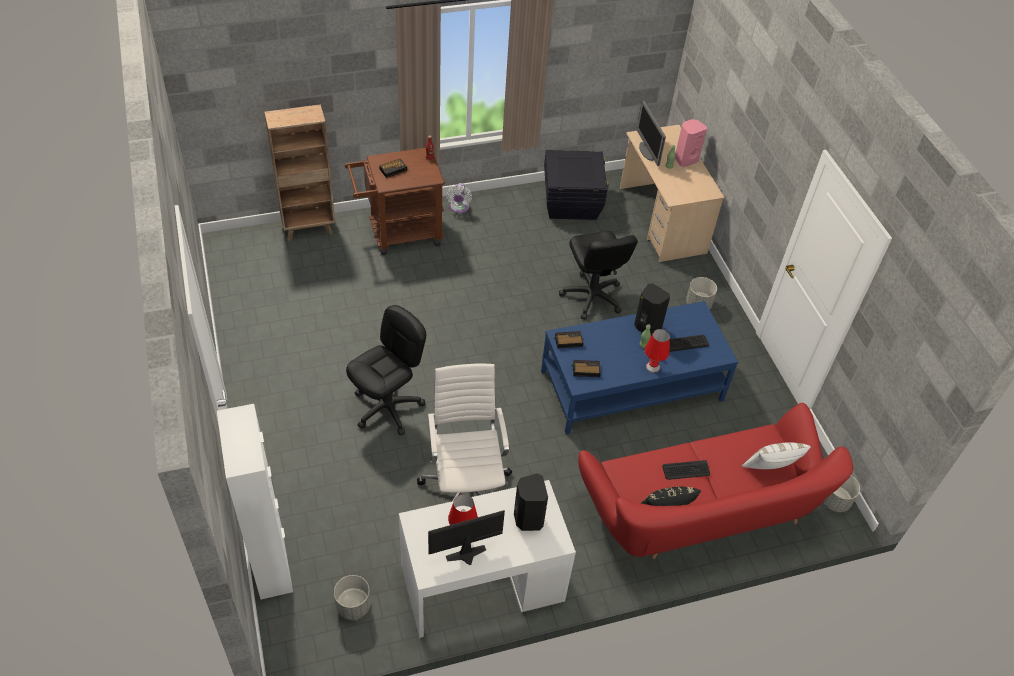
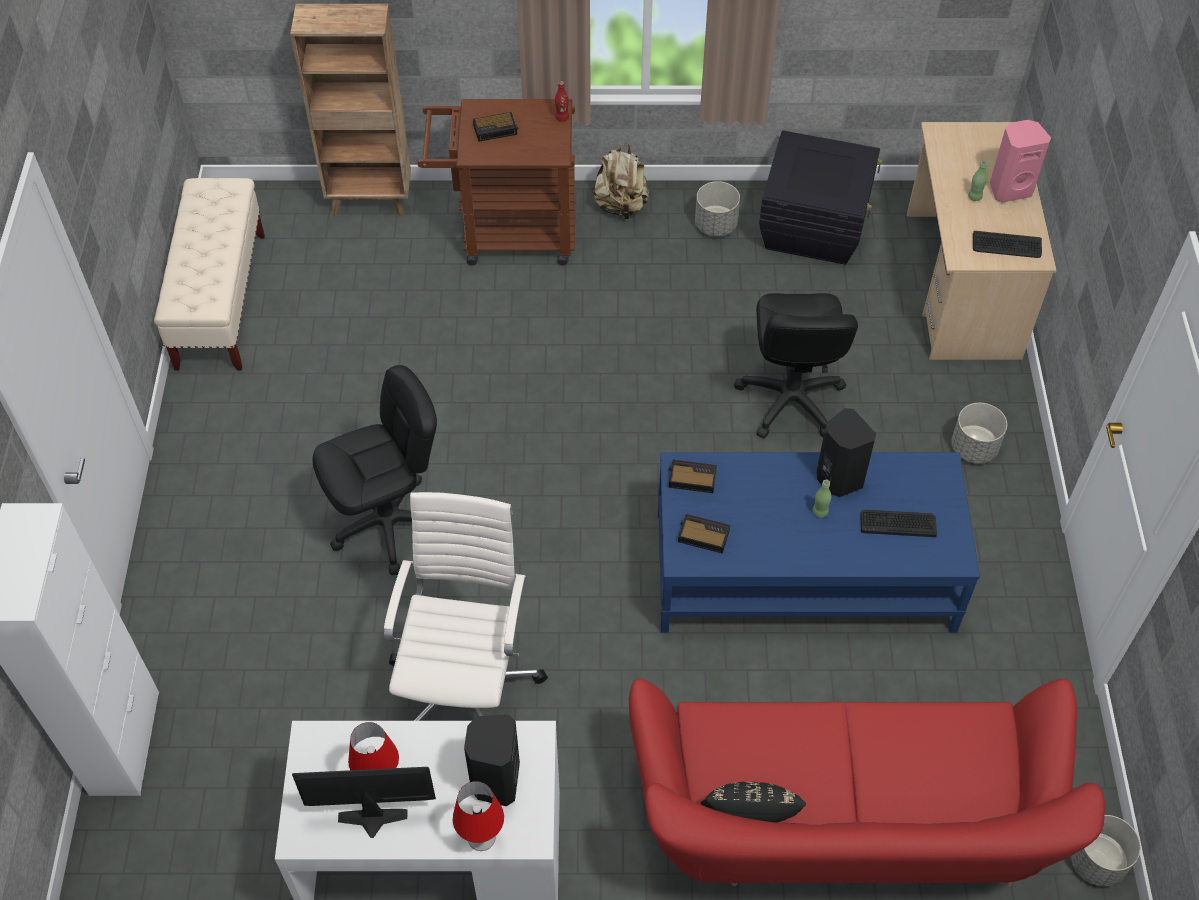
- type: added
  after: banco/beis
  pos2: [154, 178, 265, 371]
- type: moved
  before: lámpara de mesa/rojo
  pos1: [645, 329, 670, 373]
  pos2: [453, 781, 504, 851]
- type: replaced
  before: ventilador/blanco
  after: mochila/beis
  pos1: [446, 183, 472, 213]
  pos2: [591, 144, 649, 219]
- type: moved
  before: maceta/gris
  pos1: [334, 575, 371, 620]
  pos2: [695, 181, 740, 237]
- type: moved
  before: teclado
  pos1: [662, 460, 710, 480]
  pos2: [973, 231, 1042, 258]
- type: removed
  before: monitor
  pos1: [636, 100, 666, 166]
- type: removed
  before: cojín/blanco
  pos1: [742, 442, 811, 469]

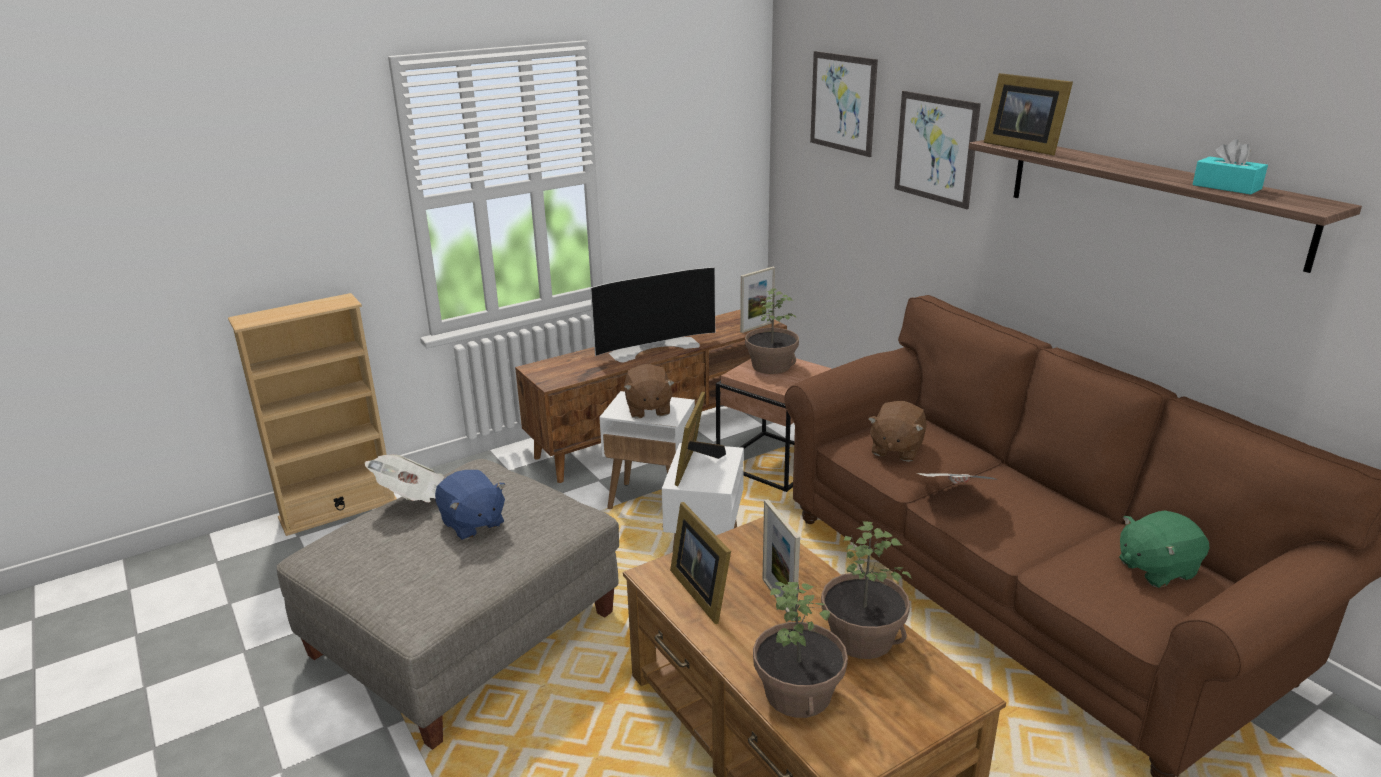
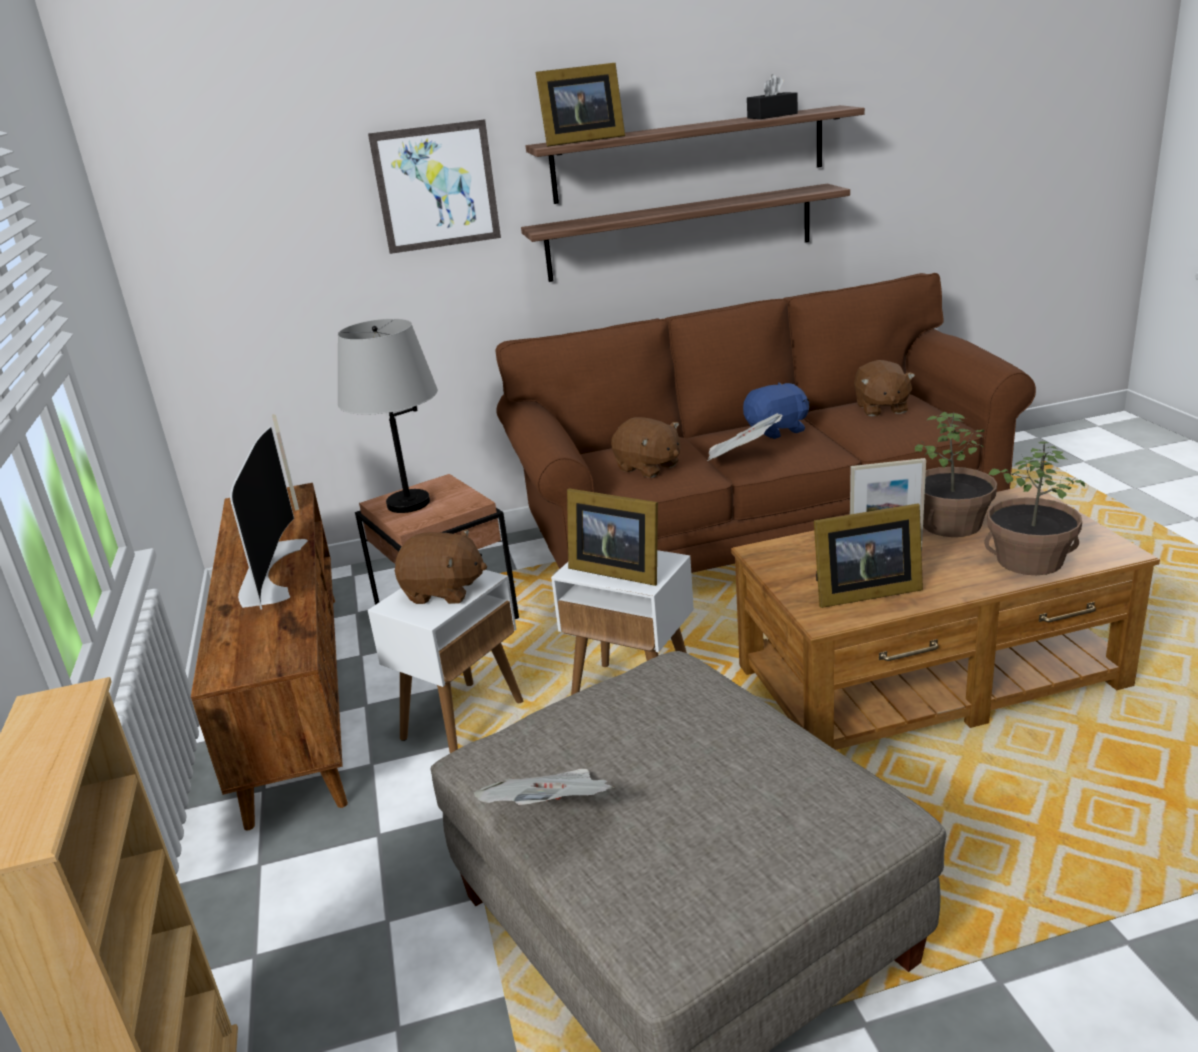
- type: replaced
  before: planta en maceta
  after: lámpara de mesa/gris
  pos1: [745, 288, 799, 374]
  pos2: [338, 319, 438, 513]
- type: added
  after: estante
  pos2: [521, 184, 850, 282]
- type: moved
  before: peluche/azul
  pos1: [435, 470, 506, 540]
  pos2: [743, 382, 809, 439]
- type: recoloured
  before: caja de pañuelos/turquesa
  after: caja de pañuelos/negro
  pos1: [1192, 139, 1268, 195]
  pos2: [747, 74, 798, 119]
- type: recoloured
  before: peluche/verde
  after: peluche/marrón
  pos1: [1119, 511, 1209, 588]
  pos2: [854, 360, 915, 417]
- type: removed
  before: cuadro
  pos1: [810, 51, 878, 157]

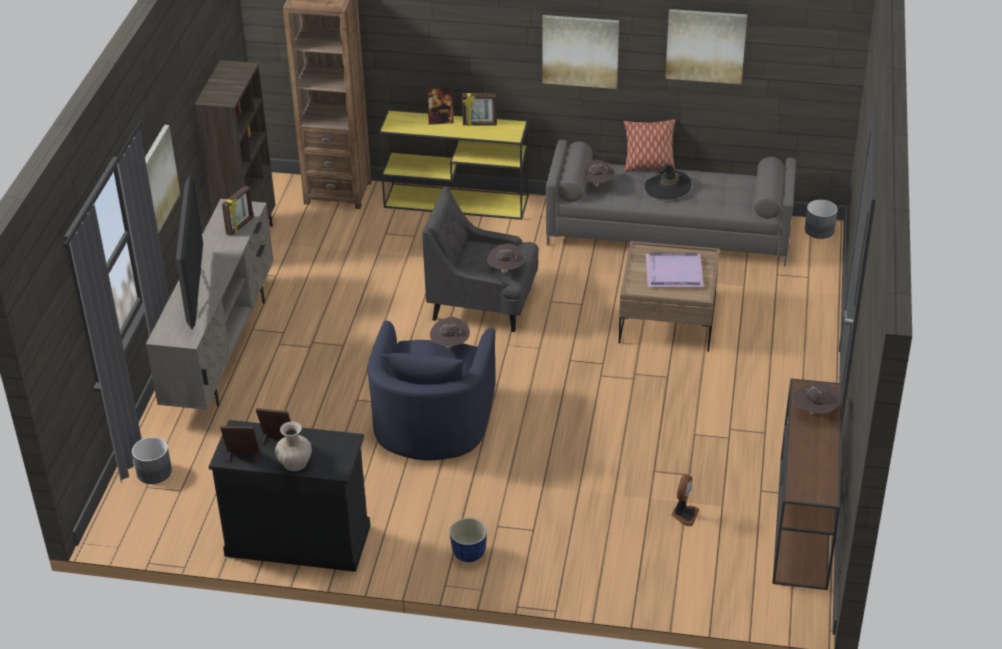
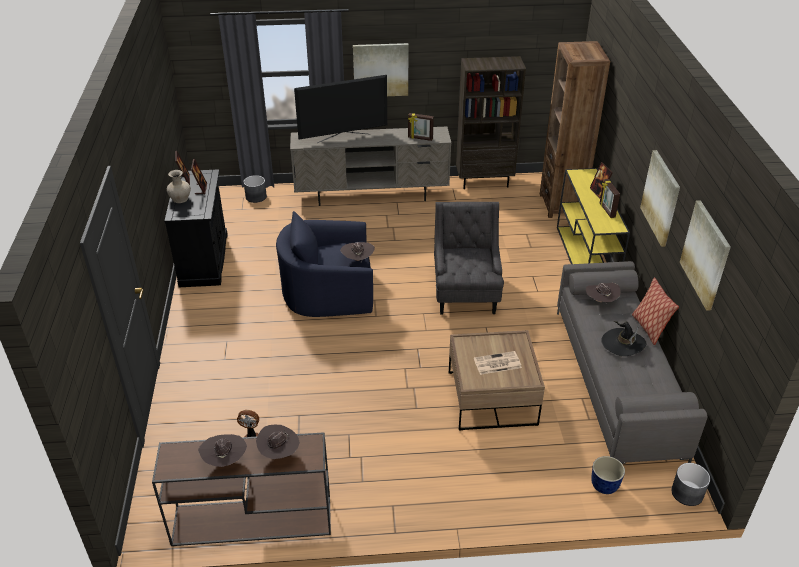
- type: moved
  before: sombrero/marrón
  pos1: [487, 243, 525, 273]
  pos2: [198, 434, 247, 467]
- type: replaced
  before: bandeja/morado
  after: periódico
  pos1: [646, 253, 704, 287]
  pos2: [474, 351, 522, 375]
- type: moved
  before: maceta
  pos1: [449, 518, 487, 562]
  pos2: [591, 456, 625, 494]

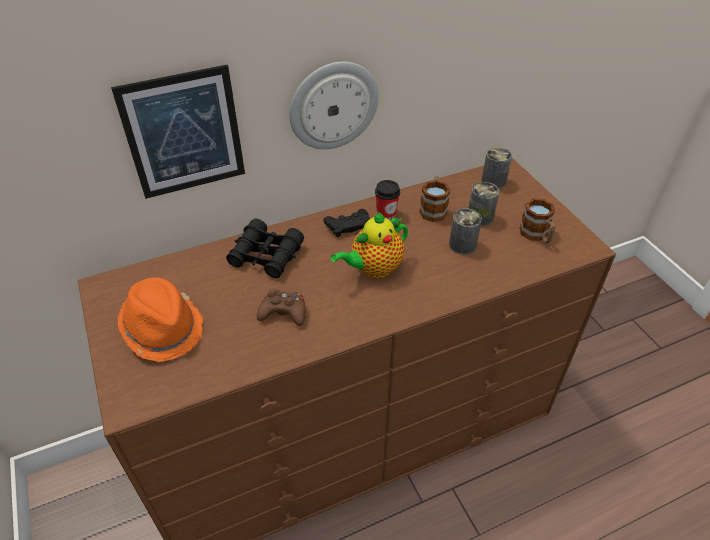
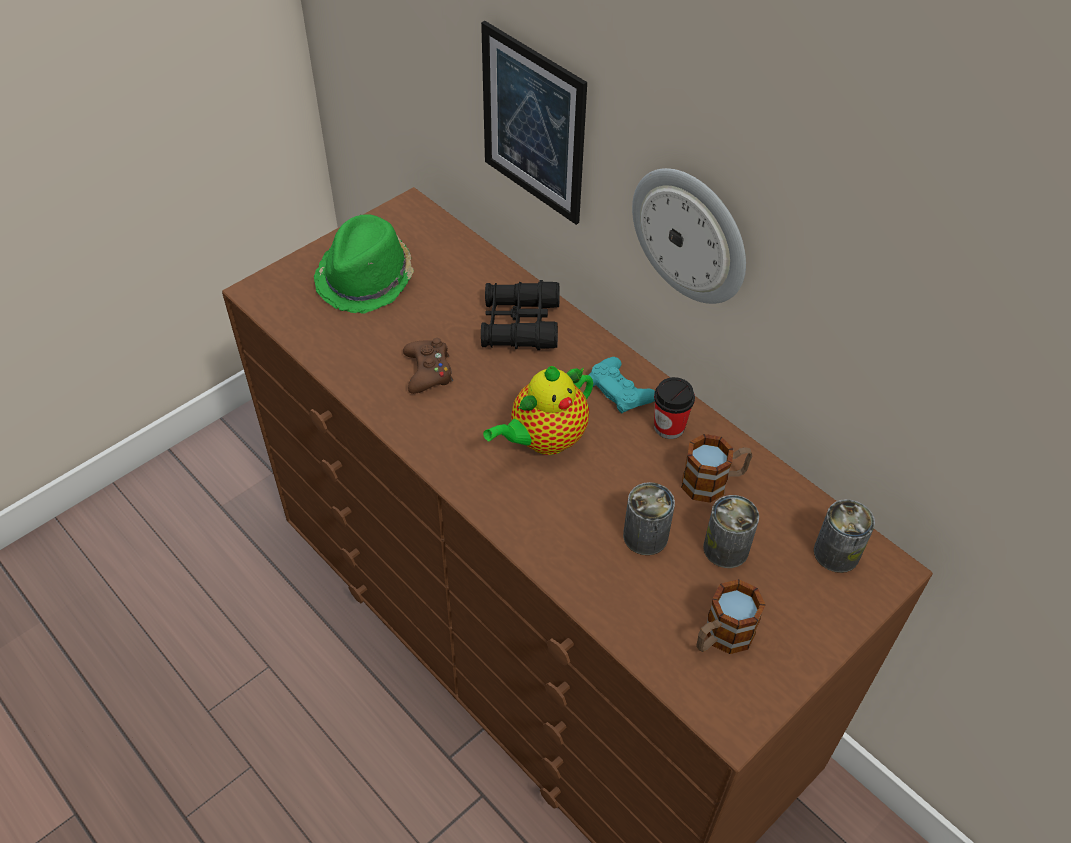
- type: recoloured
  before: sombrero/naranja
  after: sombrero/verde
  pos1: [118, 278, 203, 362]
  pos2: [314, 214, 414, 314]
- type: turned
  before: tetera
  pos1: [331, 212, 408, 278]
  pos2: [483, 366, 593, 455]
  turn: -75
- type: recoloured
  before: mando de consola/negro
  after: mando de consola/turquesa
  pos1: [323, 209, 370, 237]
  pos2: [589, 357, 655, 413]

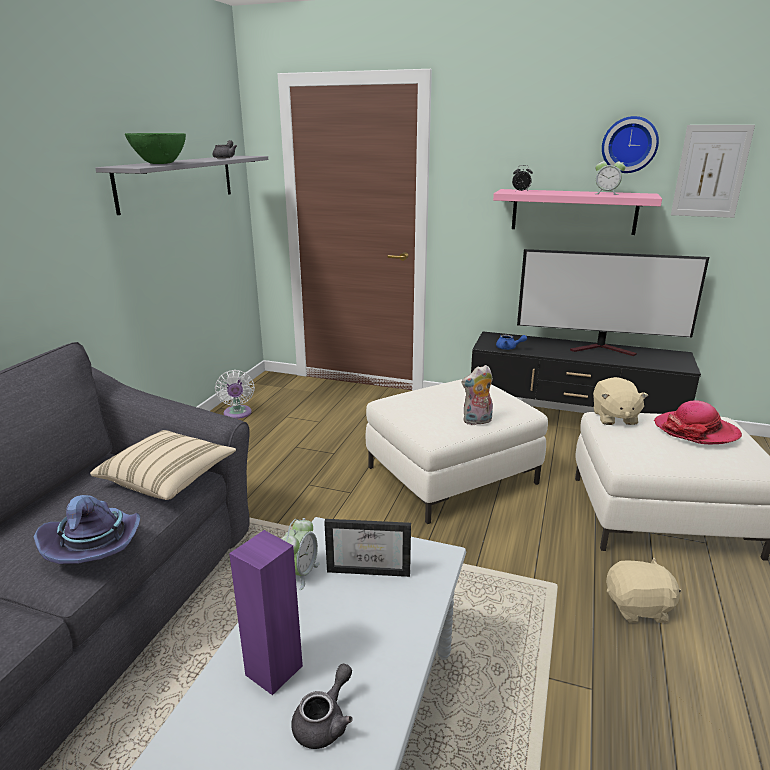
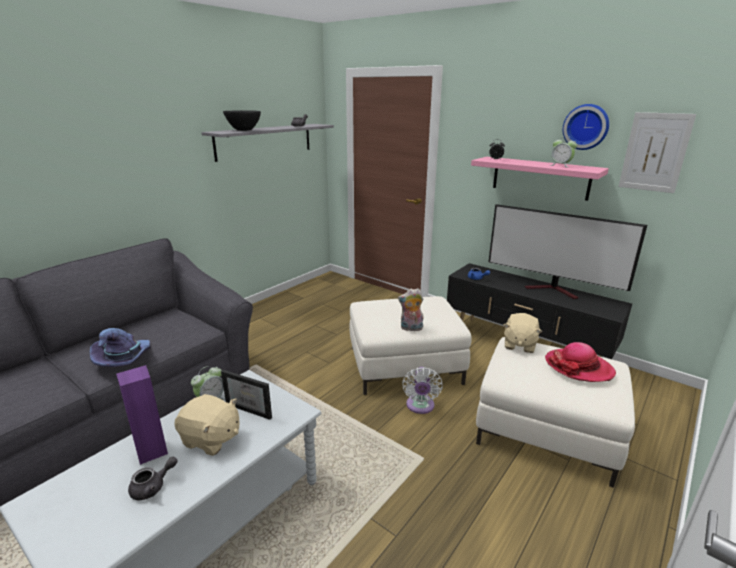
- type: moved
  before: peluche/beis
  pos1: [606, 558, 682, 623]
  pos2: [174, 394, 239, 456]
- type: recoloured
  before: cuenco/verde
  after: cuenco/negro
  pos1: [125, 133, 186, 164]
  pos2: [223, 110, 261, 131]
- type: moved
  before: ventilador/blanco
  pos1: [215, 370, 255, 419]
  pos2: [402, 367, 443, 414]
- type: removed
  before: cojín/beis
  pos1: [90, 430, 236, 500]

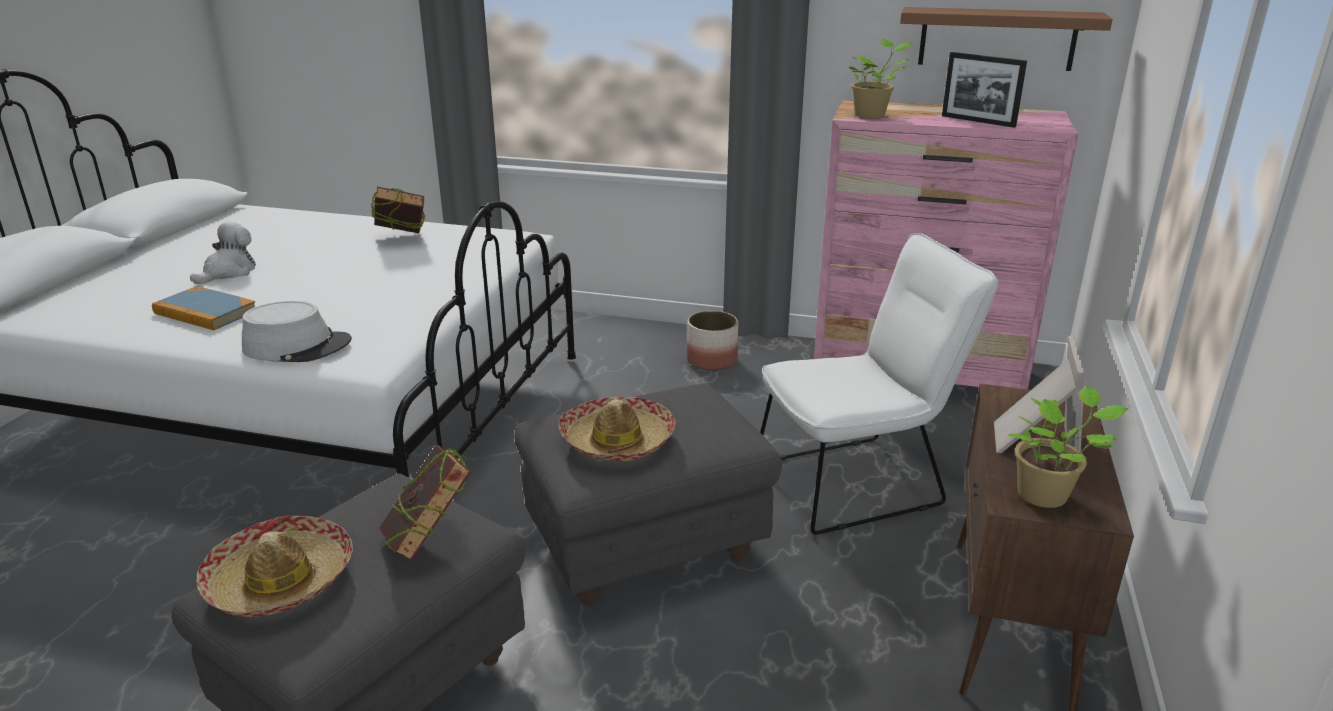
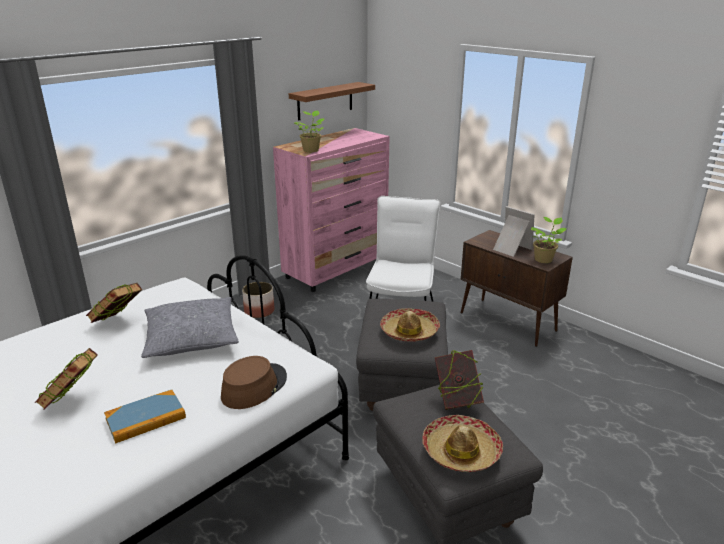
- type: replaced
  before: peluche
  after: libro
  pos1: [190, 222, 256, 284]
  pos2: [34, 348, 98, 410]
- type: added
  after: cojín/gris
  pos2: [141, 297, 239, 358]
- type: recoloured
  before: sombrero/gris
  after: sombrero/marrón
  pos1: [242, 301, 352, 362]
  pos2: [221, 356, 287, 409]
- type: removed
  before: portarretratos
  pos1: [942, 52, 1027, 128]

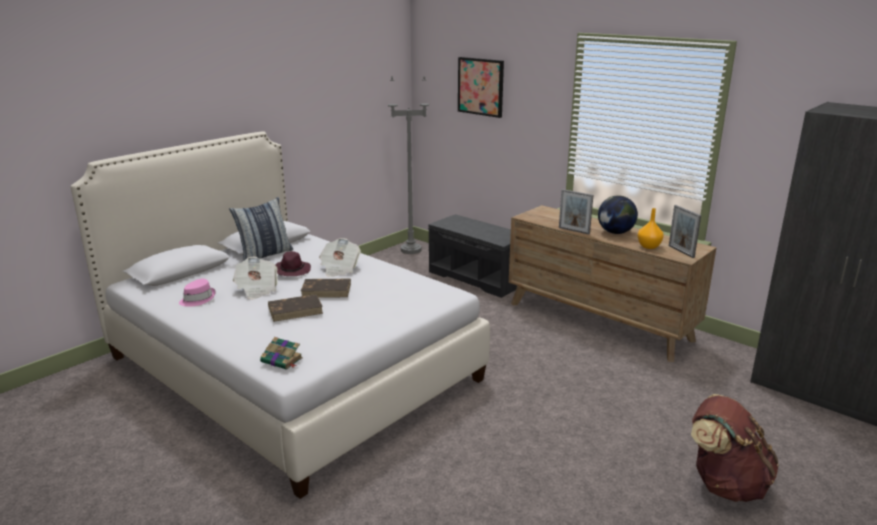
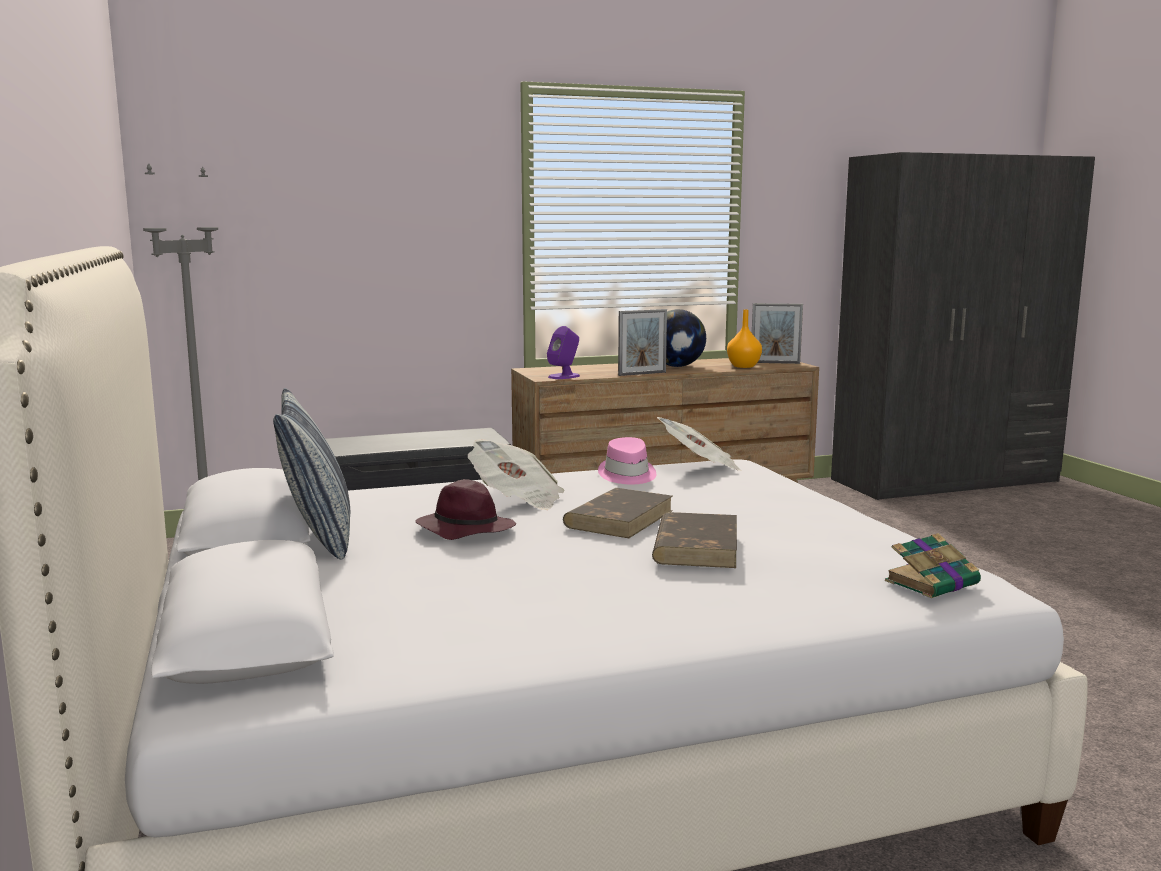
- type: added
  after: altavoz/morado
  pos2: [547, 326, 580, 379]
- type: moved
  before: sombrero/rosa
  pos1: [179, 279, 216, 307]
  pos2: [598, 437, 656, 485]
- type: moved
  before: periódico
  pos1: [233, 257, 278, 300]
  pos2: [657, 417, 741, 471]
- type: removed
  before: cuadro
  pos1: [458, 57, 504, 118]
- type: removed
  before: mochila/marrón
  pos1: [691, 394, 779, 502]

